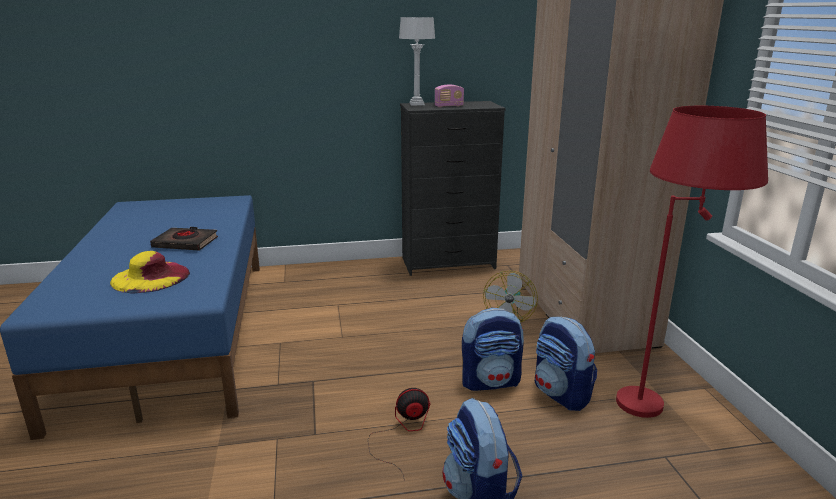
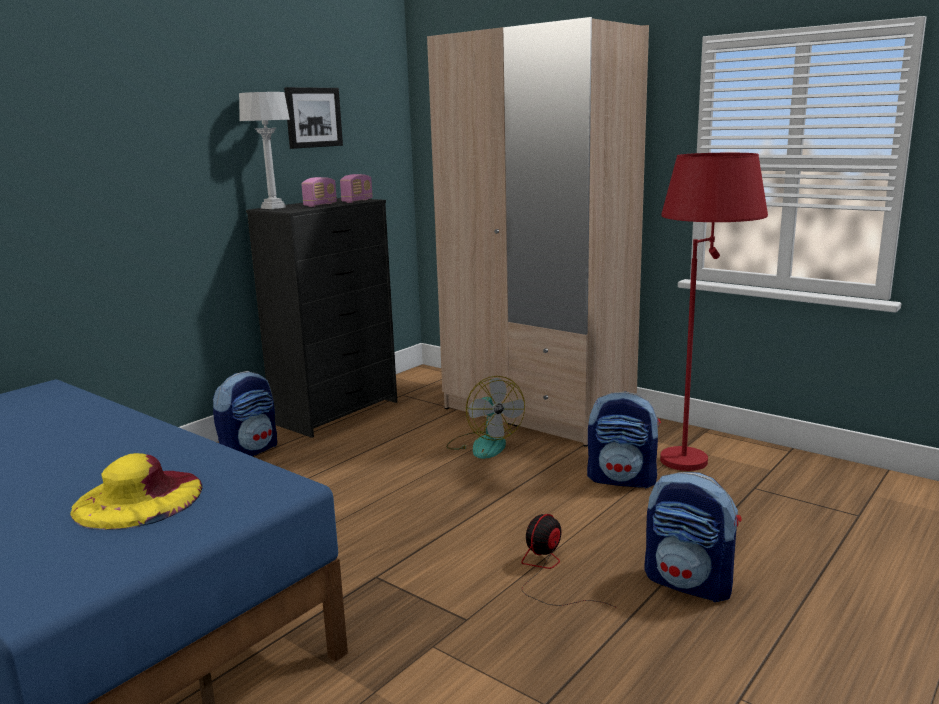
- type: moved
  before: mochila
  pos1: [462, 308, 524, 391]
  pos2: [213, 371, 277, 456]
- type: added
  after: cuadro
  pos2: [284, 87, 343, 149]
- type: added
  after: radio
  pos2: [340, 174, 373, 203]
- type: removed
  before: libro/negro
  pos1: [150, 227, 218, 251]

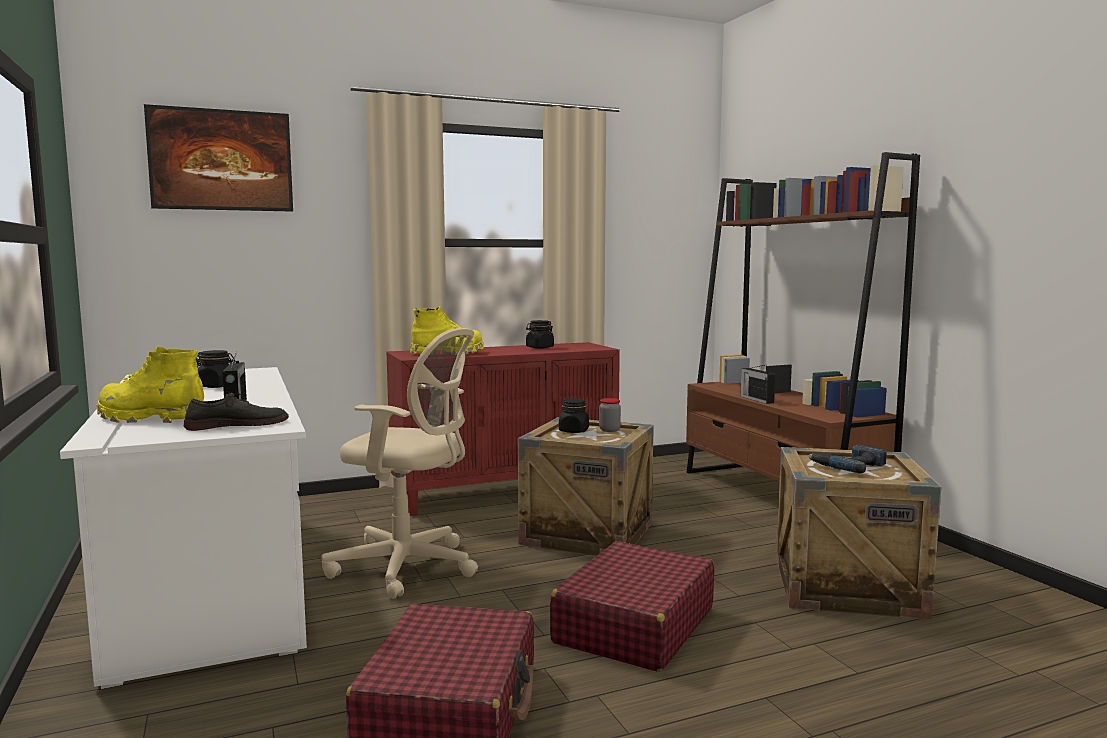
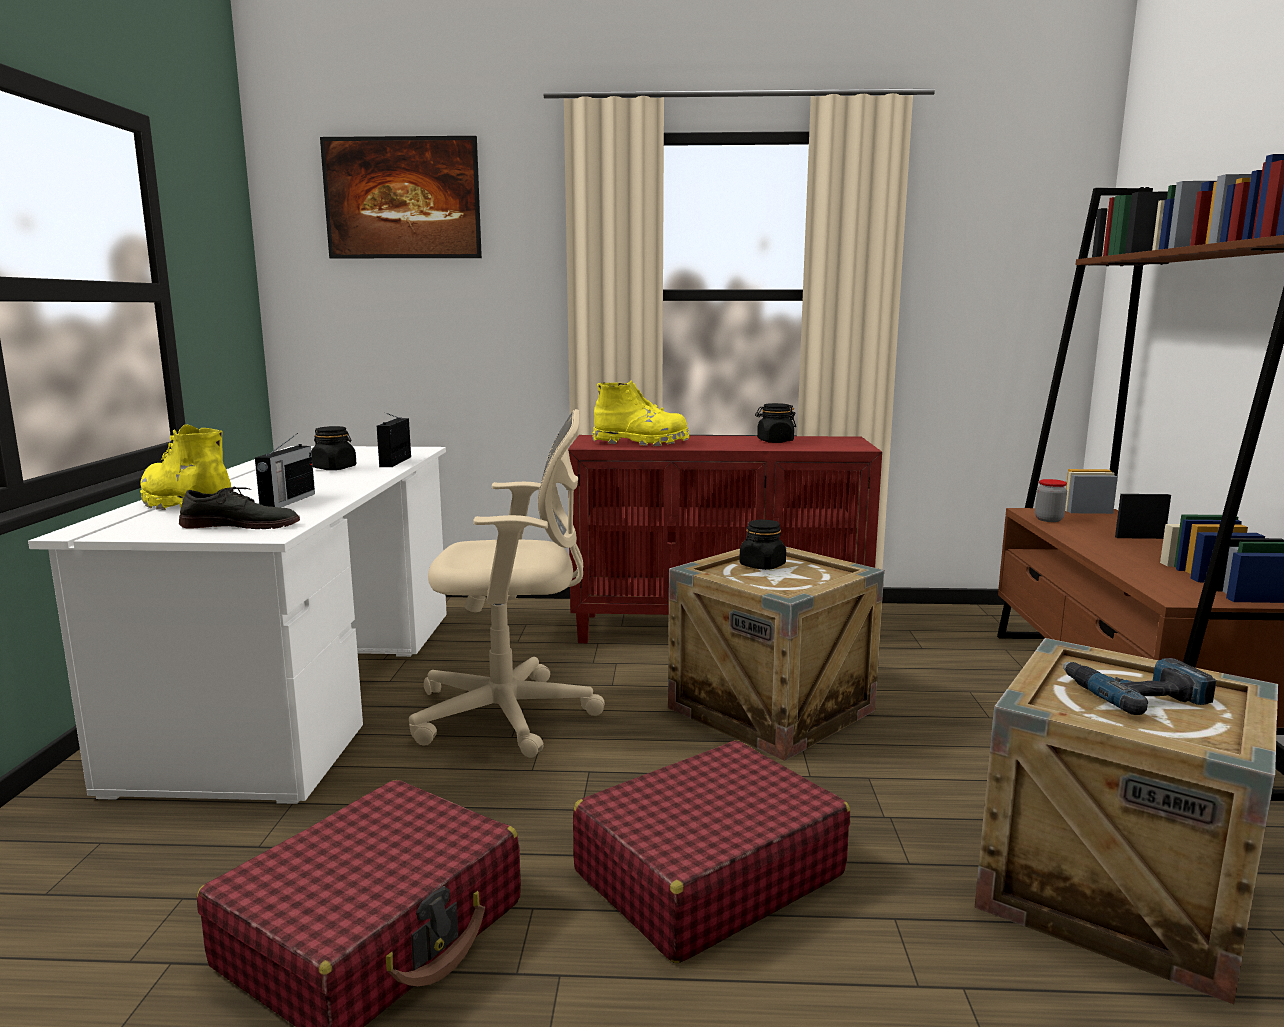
- type: moved
  before: radio
  pos1: [740, 365, 775, 404]
  pos2: [377, 412, 411, 467]
- type: turned
  before: silla de oficina/beis
  pos1: [322, 328, 478, 599]
  pos2: [409, 409, 605, 758]
  turn: -45
- type: moved
  before: tarro
  pos1: [599, 398, 621, 432]
  pos2: [1035, 479, 1067, 522]

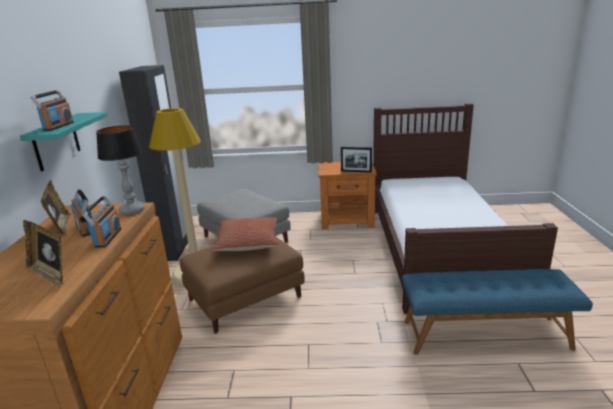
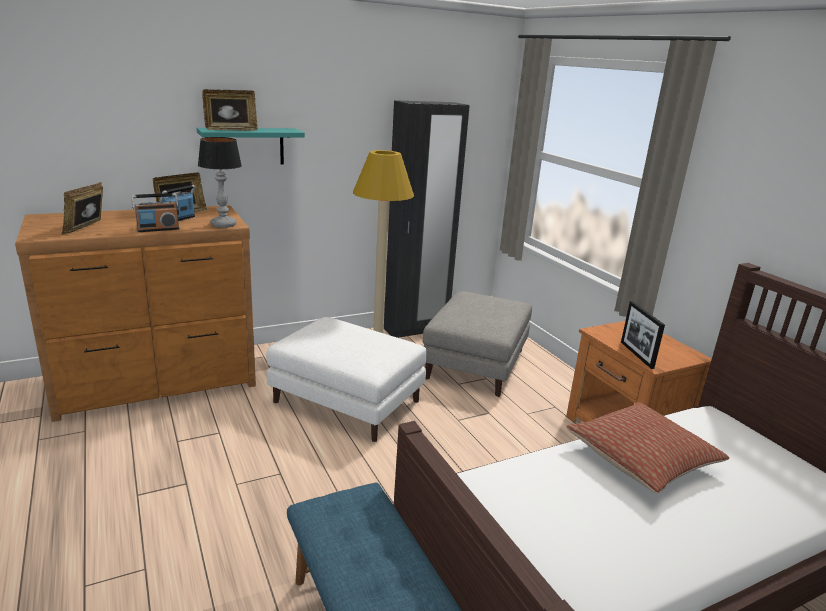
- type: replaced
  before: radio
  after: portarretratos
  pos1: [31, 90, 74, 131]
  pos2: [202, 89, 258, 131]
- type: recoloured
  before: puf/marrón
  after: puf/blanco
  pos1: [180, 236, 304, 333]
  pos2: [267, 317, 427, 442]
- type: moved
  before: cojín
  pos1: [211, 217, 279, 251]
  pos2: [566, 402, 729, 493]

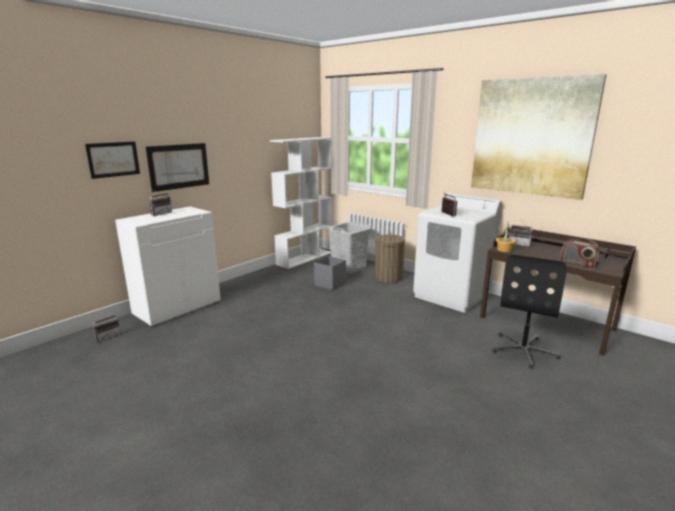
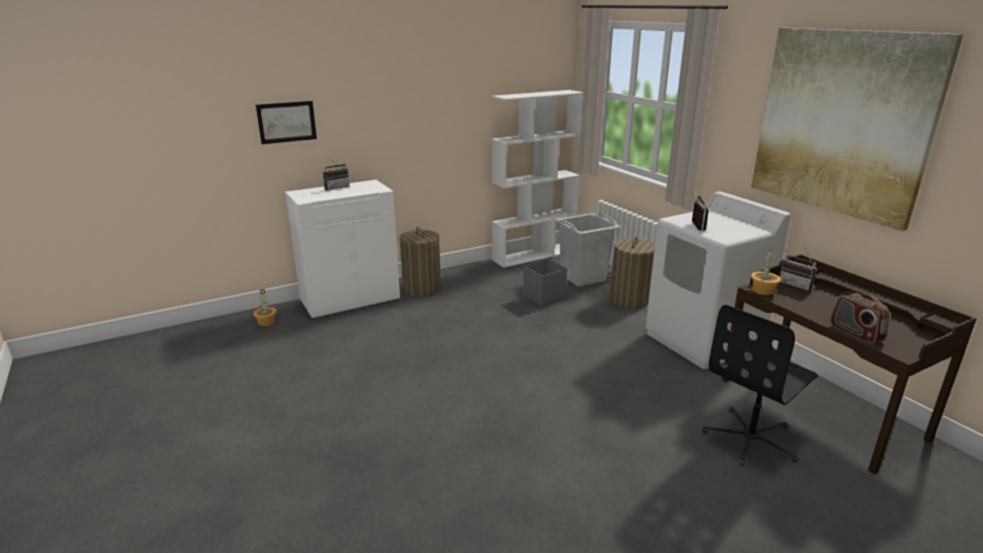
- type: replaced
  before: radio
  after: planta en maceta
  pos1: [93, 312, 121, 342]
  pos2: [254, 289, 276, 326]
- type: added
  after: cesto de la ropa
  pos2: [399, 227, 441, 296]
- type: removed
  before: cuadro
  pos1: [146, 143, 209, 192]

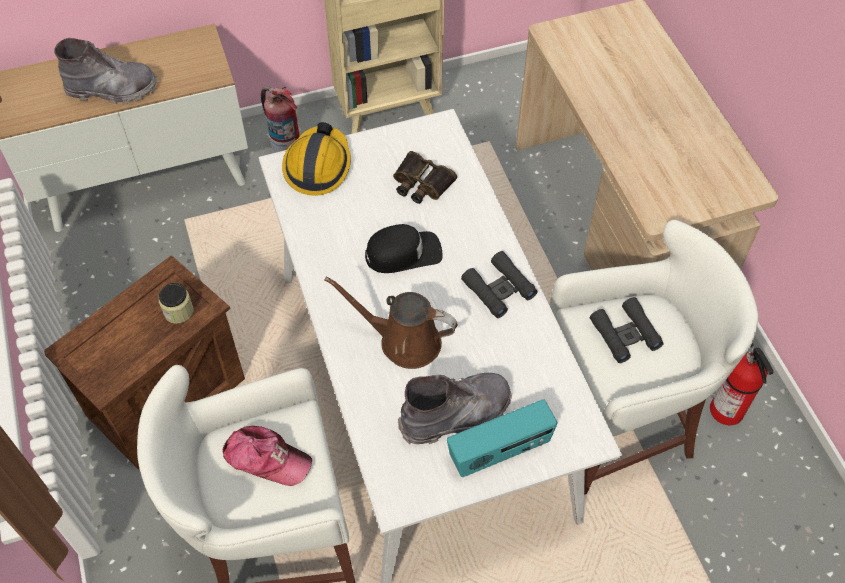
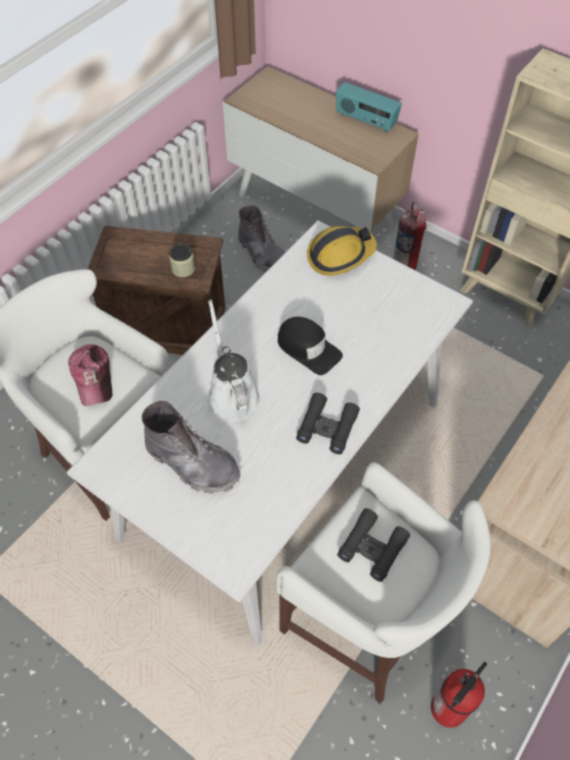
- type: recoloured
  before: regadera/marrón
  after: regadera/blanco
  pos1: [325, 277, 458, 369]
  pos2: [207, 300, 260, 422]
- type: moved
  before: bota/gris
  pos1: [54, 38, 158, 105]
  pos2: [238, 205, 285, 272]
- type: moved
  before: radio
  pos1: [447, 399, 557, 477]
  pos2: [336, 82, 402, 133]
- type: removed
  before: prismáticos
  pos1: [393, 151, 457, 204]

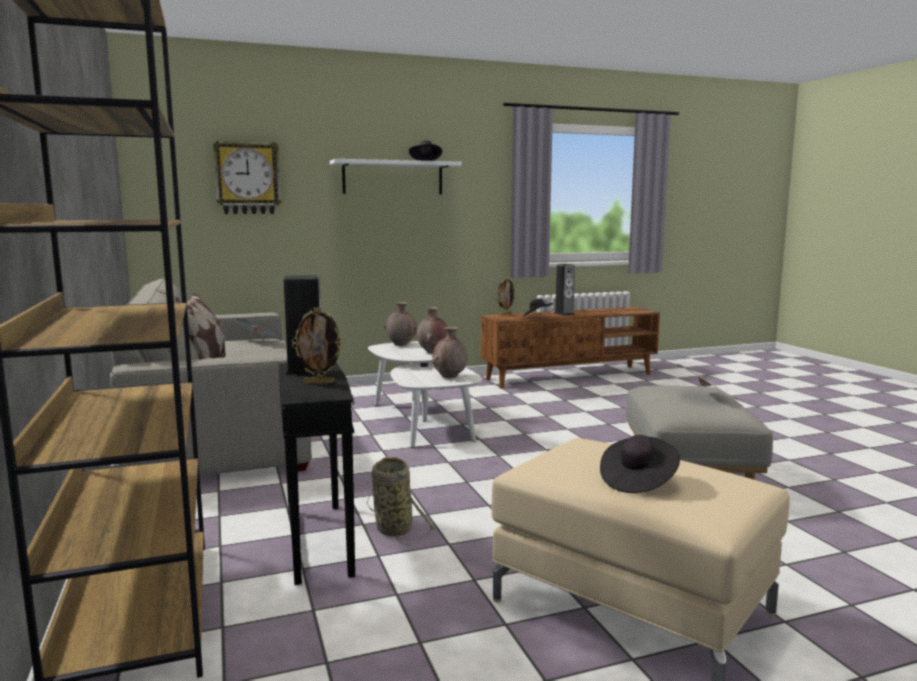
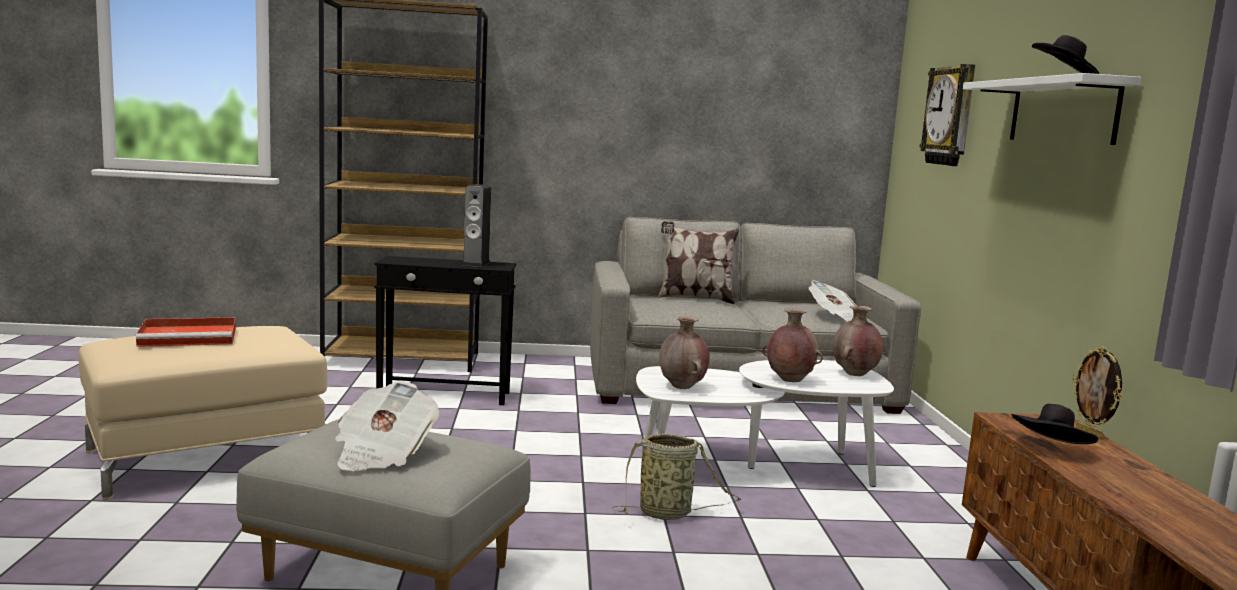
- type: replaced
  before: sombrero/negro
  after: bandeja/rojo
  pos1: [600, 435, 680, 493]
  pos2: [136, 317, 236, 347]
- type: moved
  before: cesta
  pos1: [367, 457, 435, 546]
  pos2: [612, 433, 742, 520]
- type: removed
  before: portarretratos
  pos1: [292, 307, 343, 384]
- type: removed
  before: altavoz
  pos1: [554, 264, 575, 316]

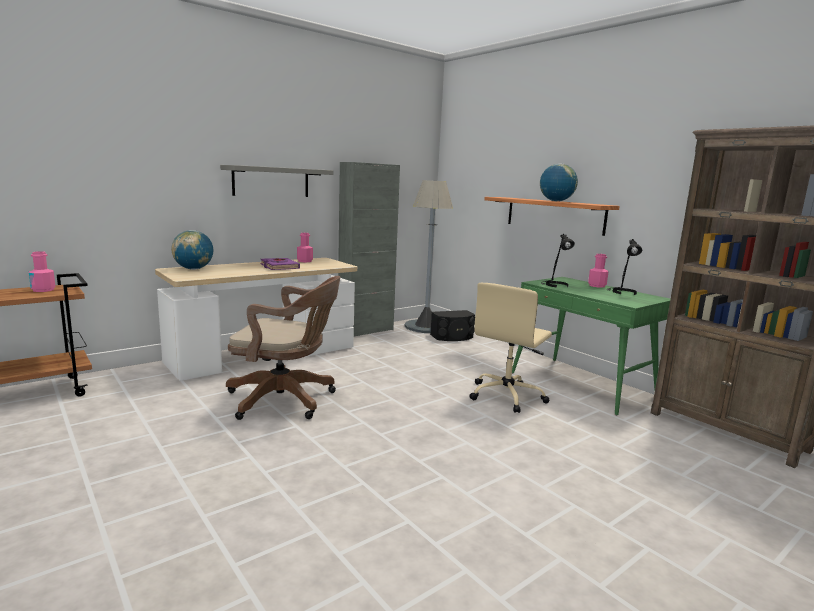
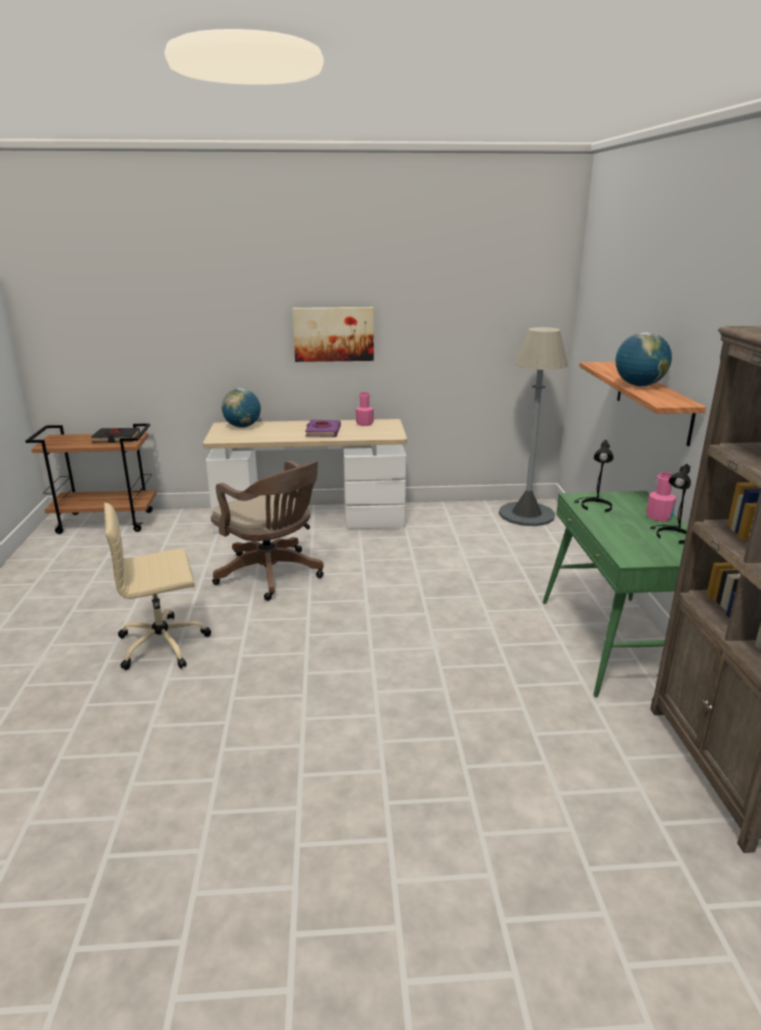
- type: replaced
  before: botella/rosa
  after: libro/negro
  pos1: [29, 251, 56, 292]
  pos2: [91, 428, 140, 443]
- type: moved
  before: silla de oficina/beis
  pos1: [469, 283, 552, 413]
  pos2: [104, 503, 211, 670]
- type: replaced
  before: estante/gris
  after: cuadro
  pos1: [220, 165, 334, 197]
  pos2: [292, 307, 374, 362]
- type: removed
  before: armario/gris
  pos1: [338, 162, 400, 336]
- type: removed
  before: altavoz/negro
  pos1: [430, 310, 475, 341]

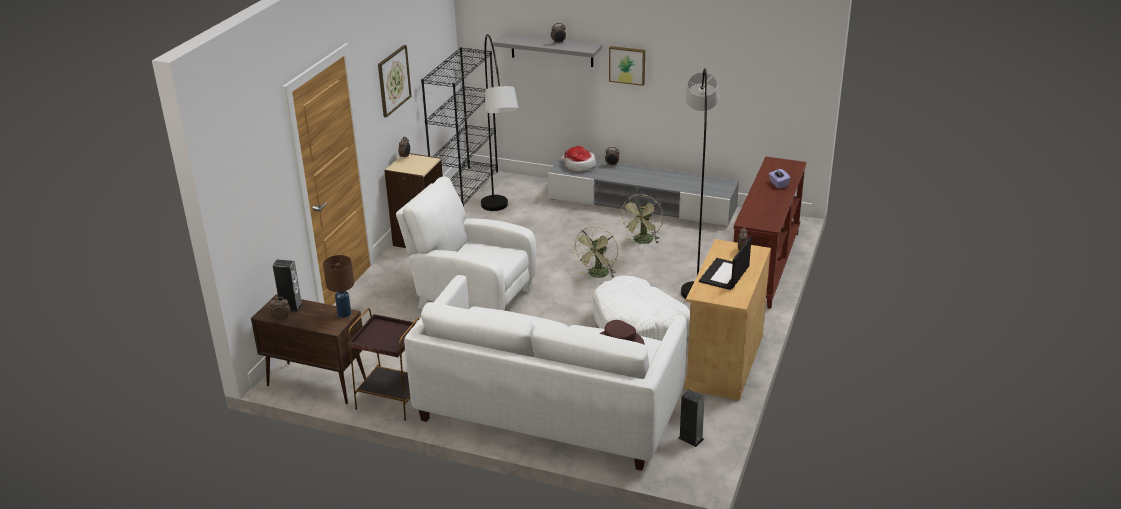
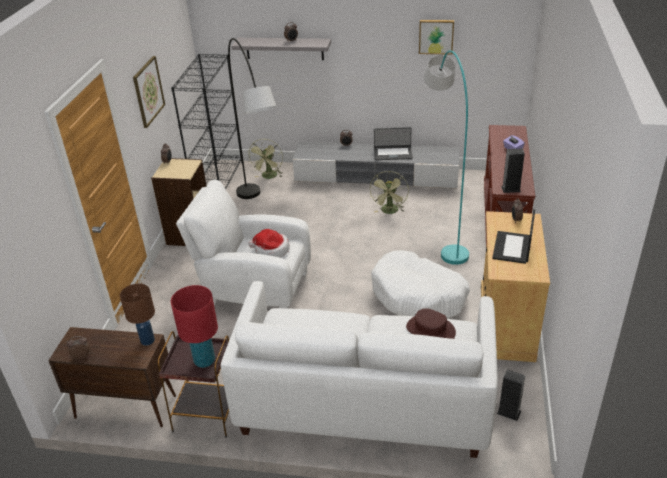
- type: added
  after: lámpara de mesa/rojo
  pos2: [171, 285, 218, 368]
- type: moved
  before: ventilador/verde
  pos1: [574, 226, 618, 278]
  pos2: [248, 139, 283, 179]
- type: moved
  before: sombrero
  pos1: [561, 146, 596, 171]
  pos2: [248, 229, 290, 258]
- type: added
  after: portátil
  pos2: [374, 127, 413, 160]
- type: moved
  before: cuadro
  pos1: [609, 46, 645, 86]
  pos2: [419, 20, 454, 55]
- type: recoloured
  before: lámpara de pie/gris
  after: lámpara de pie/turquesa
  pos1: [681, 68, 719, 299]
  pos2: [424, 50, 469, 265]
- type: moved
  before: altavoz
  pos1: [273, 260, 303, 312]
  pos2: [501, 148, 525, 193]

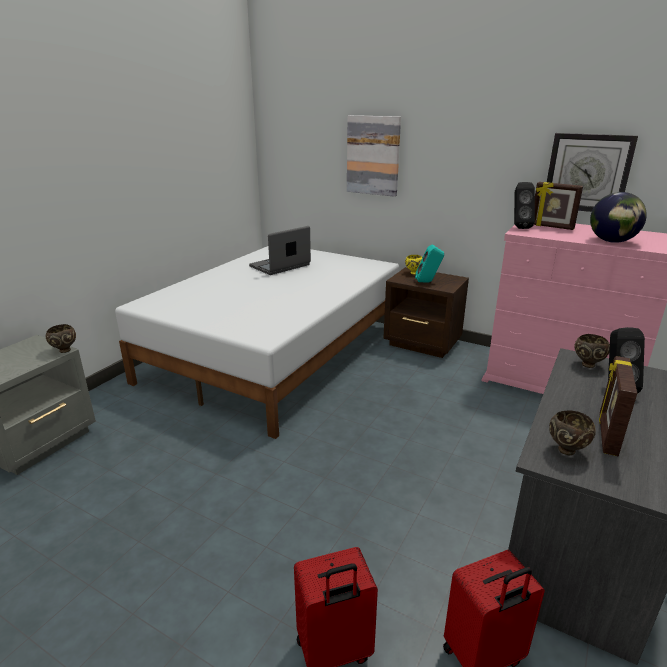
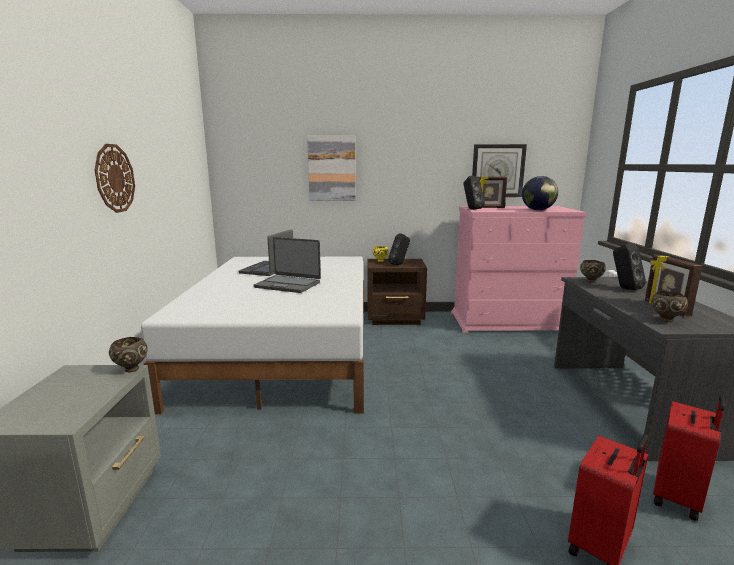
- type: added
  after: reloj de pared
  pos2: [95, 144, 135, 213]
- type: added
  after: portátil
  pos2: [253, 237, 321, 293]
- type: recoloured
  before: altavoz/turquesa
  after: altavoz/negro
  pos1: [415, 245, 444, 283]
  pos2: [388, 233, 410, 265]

